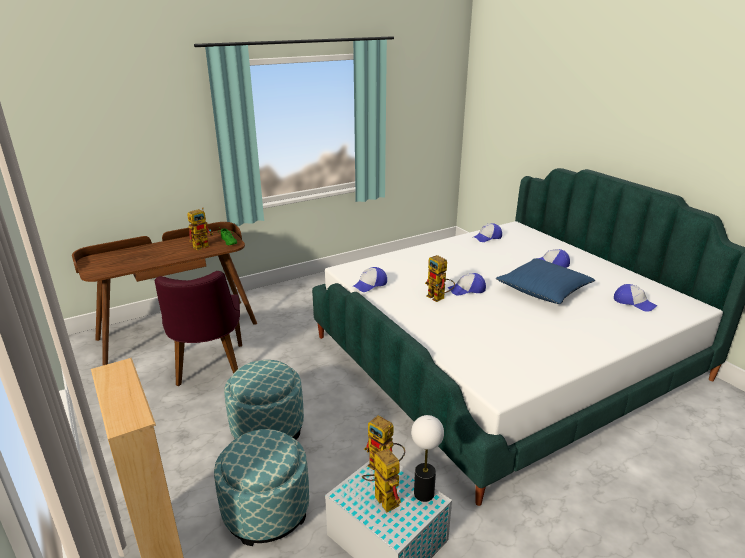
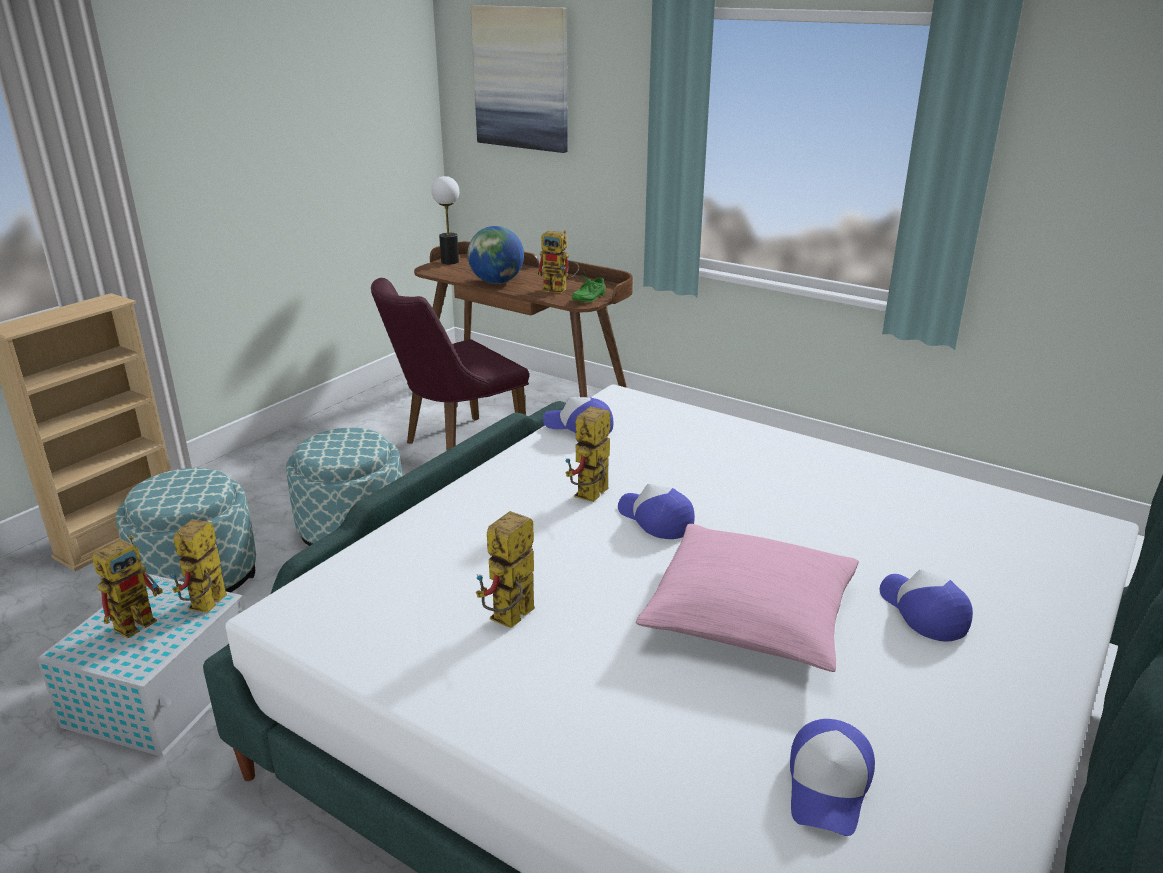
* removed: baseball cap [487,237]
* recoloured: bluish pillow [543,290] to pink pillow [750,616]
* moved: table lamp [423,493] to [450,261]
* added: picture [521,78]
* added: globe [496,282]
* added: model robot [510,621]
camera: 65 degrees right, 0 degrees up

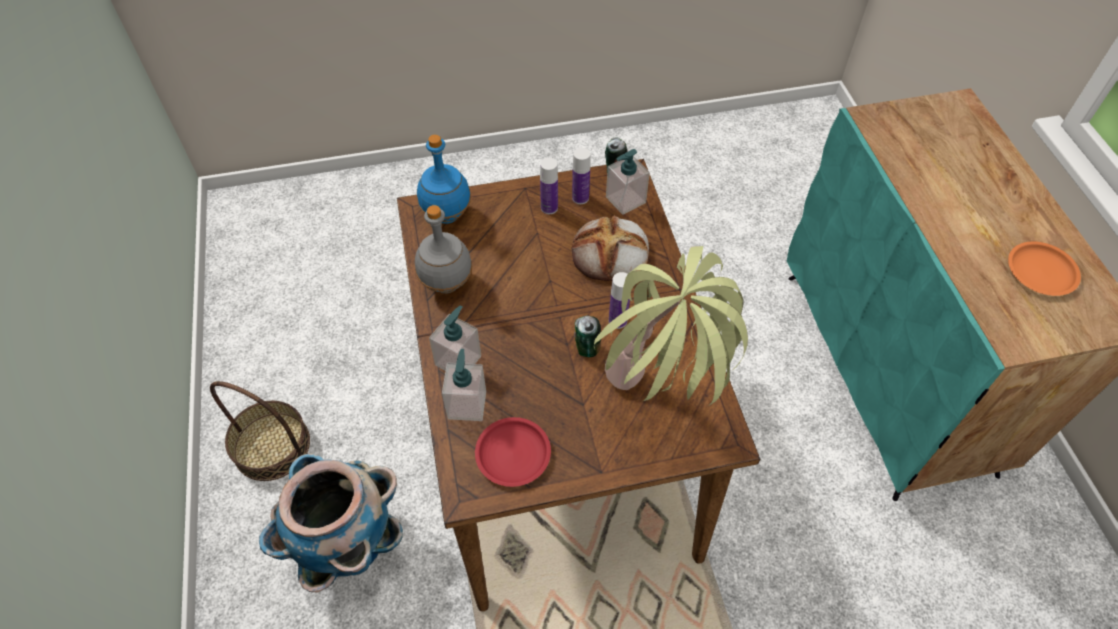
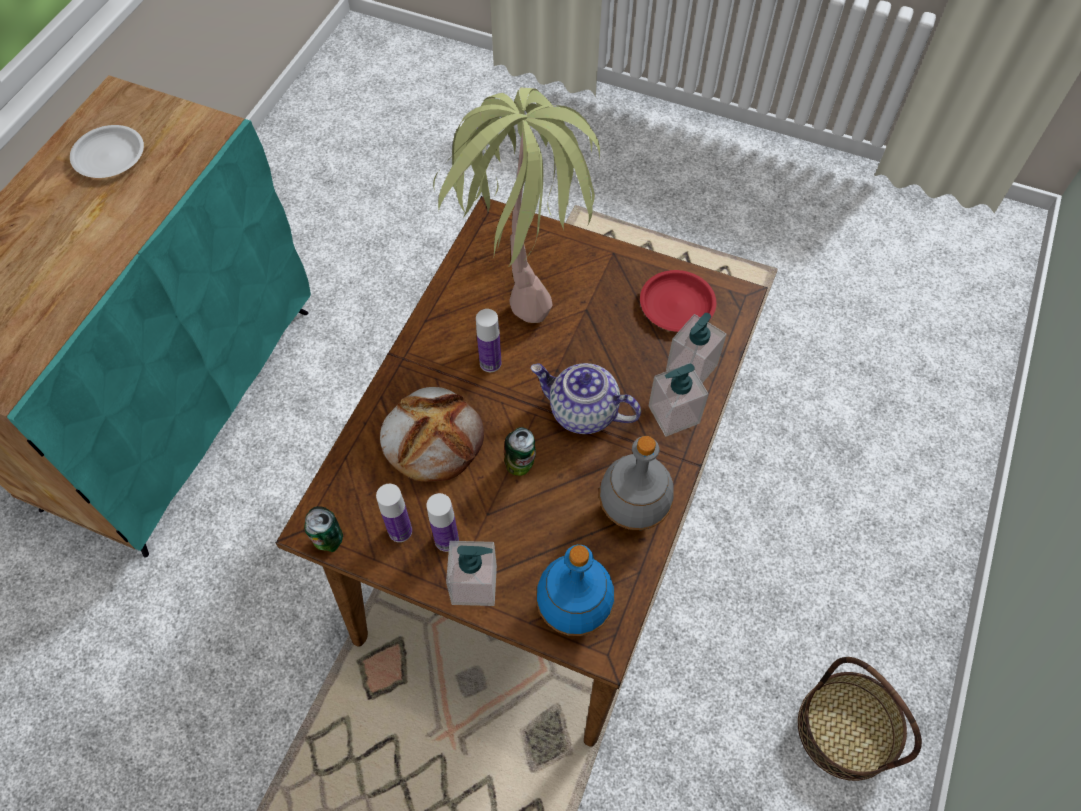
* moved: soap dispenser [625,200] to [474,585]
* recoloured: orange flat dish [1040,271] to white-coloured flat dish [109,156]
* moved: sealed can [586,349] to [521,465]
* removed: planter [349,546]
* added: tea pot [582,412]
camera: 145 degrees left, 5 degrees up

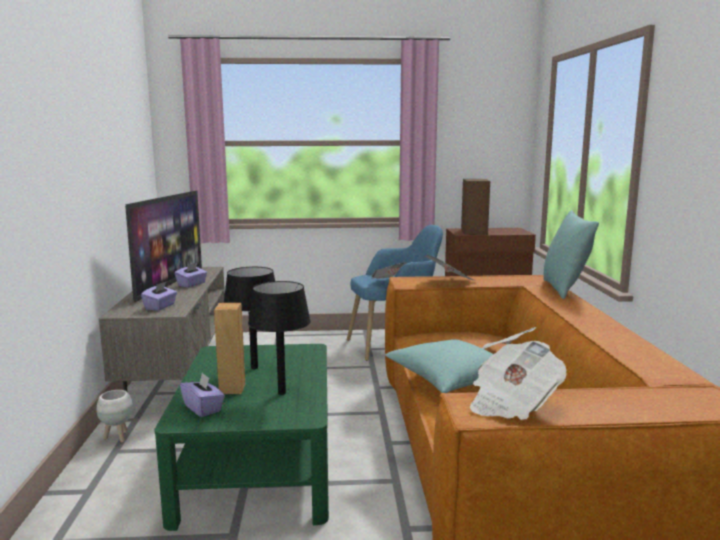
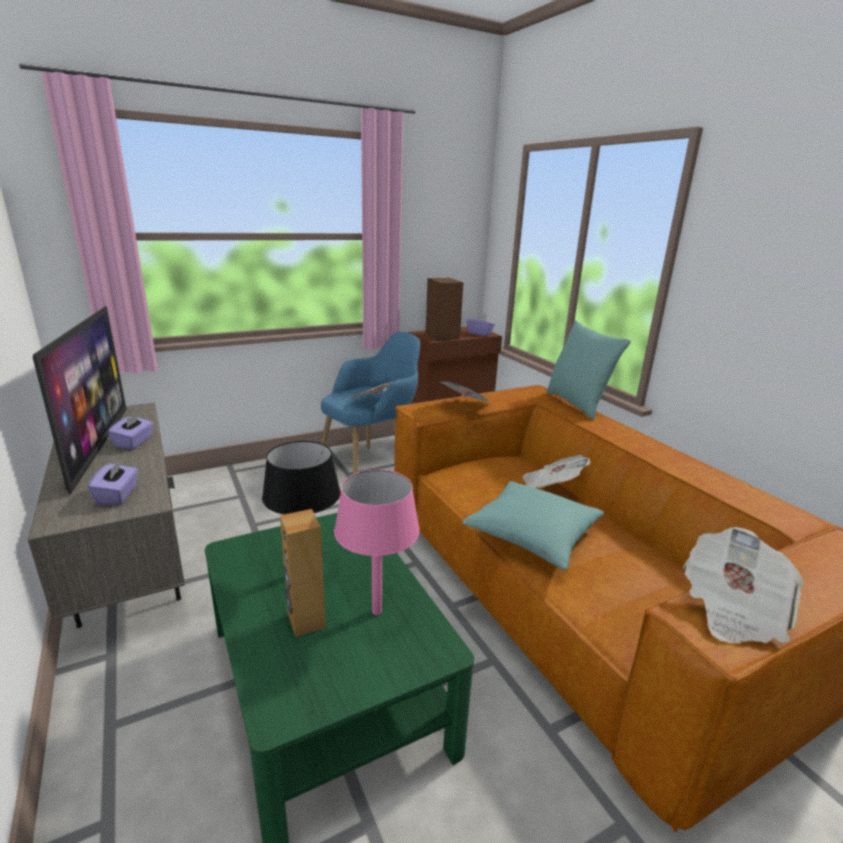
* recoloured: blackish table lamp [281,393] to pink table lamp [376,611]
* moved: purple-coloured box of tissues [203,408] to [479,333]
* removed: white-coloured planter [117,437]
camera: 25 degrees left, 10 degrees up

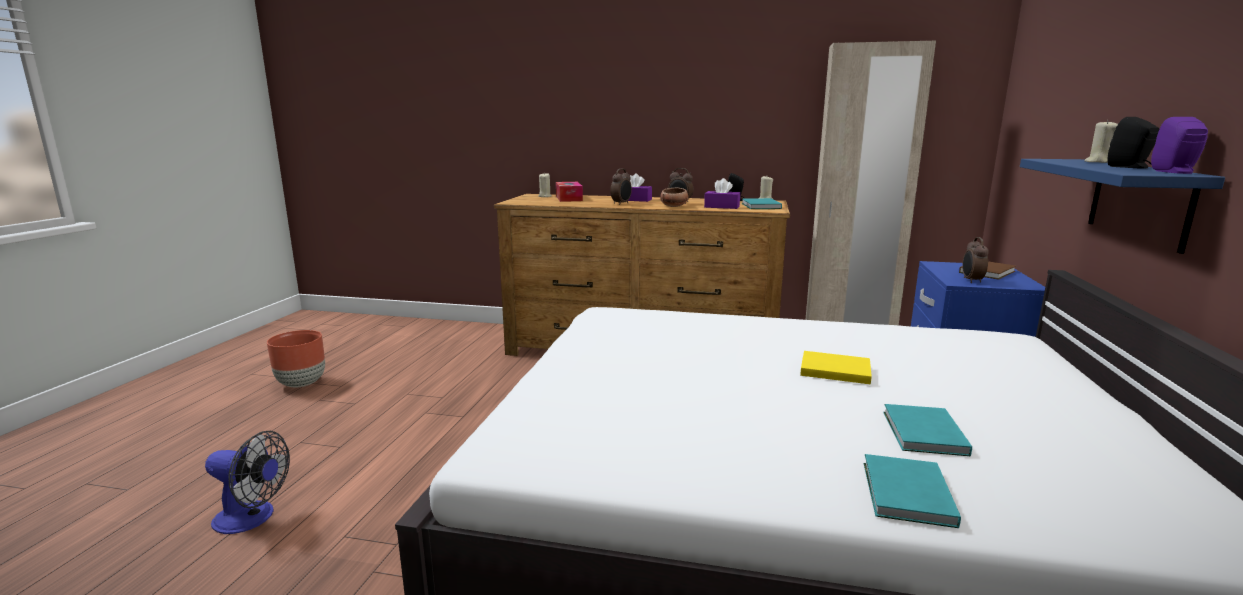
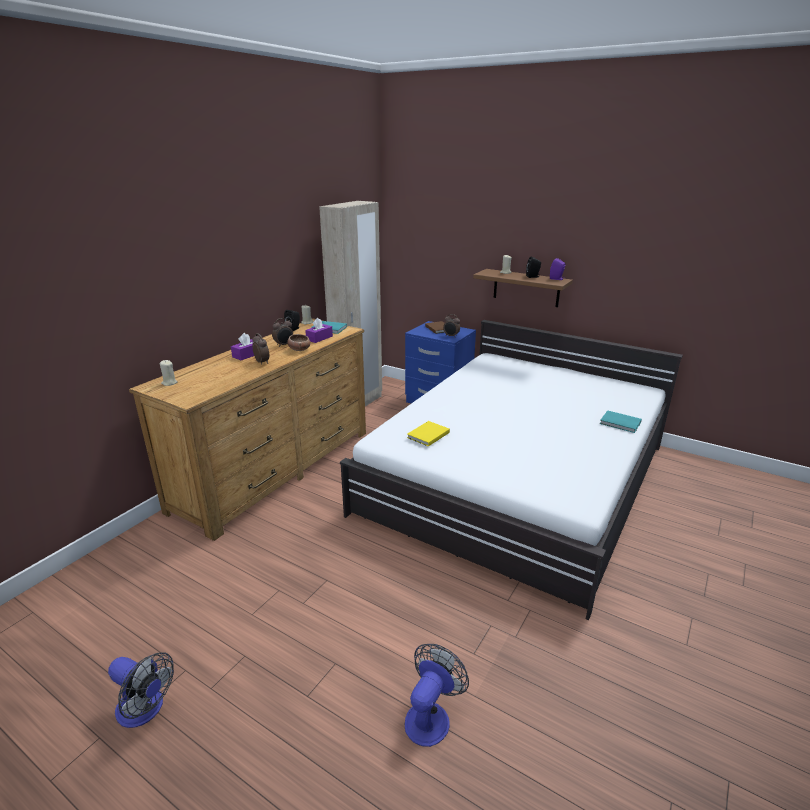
* recoloured: bluish bracket shelf [1139,202] to brown-coloured bracket shelf [526,288]
* removed: box of tissues [569,198]
* replaced: brown-coloured planter [302,383] to fan [145,710]
* moved: yellow-coloured book [833,370] to [427,435]
* removed: turquoise-coloured book [923,434]
camera: 70 degrees left, 10 degrees up

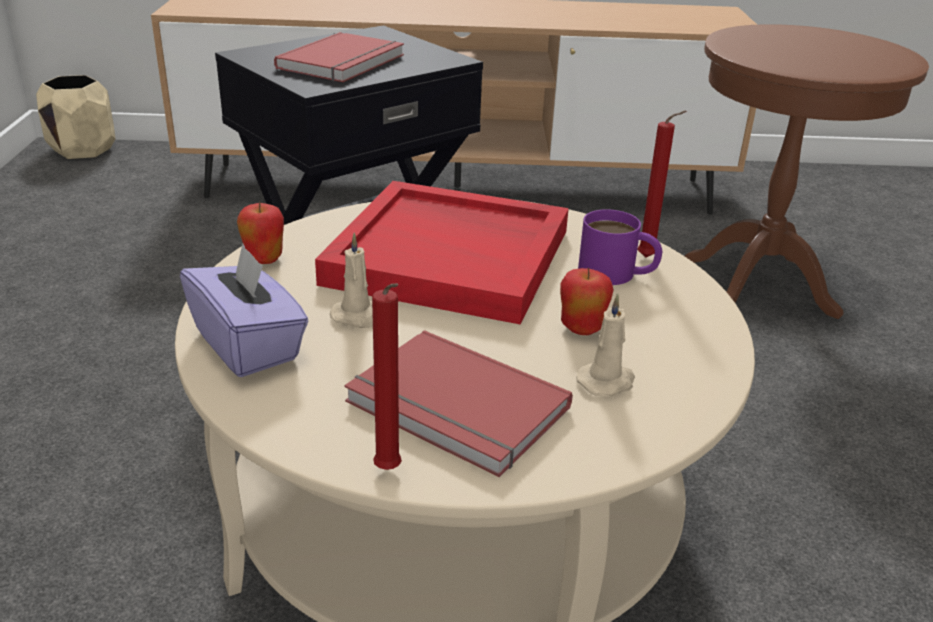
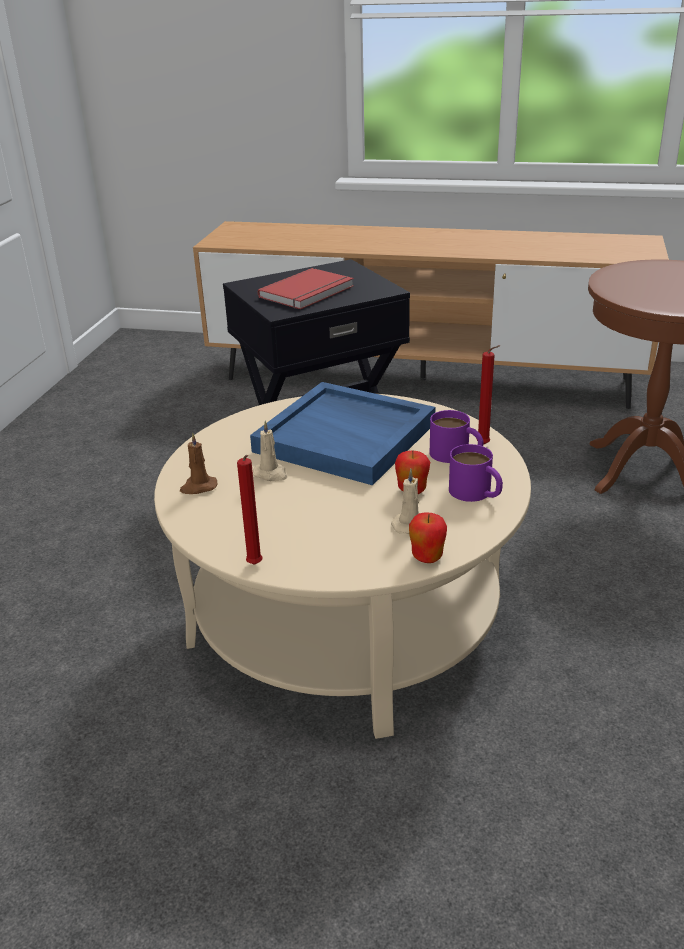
* removed: beige planter [82,150]
* recoloured: red tray [451,256] to bluish tray [347,437]
* moved: apple [264,259] to [427,557]
* replaced: purple-coloured box of tissues [248,345] to brown-coloured wax light [198,487]
* removed: red book [455,408]
* added: purple-coloured coffee mug [476,493]
camera: 15 degrees right, 0 degrees up

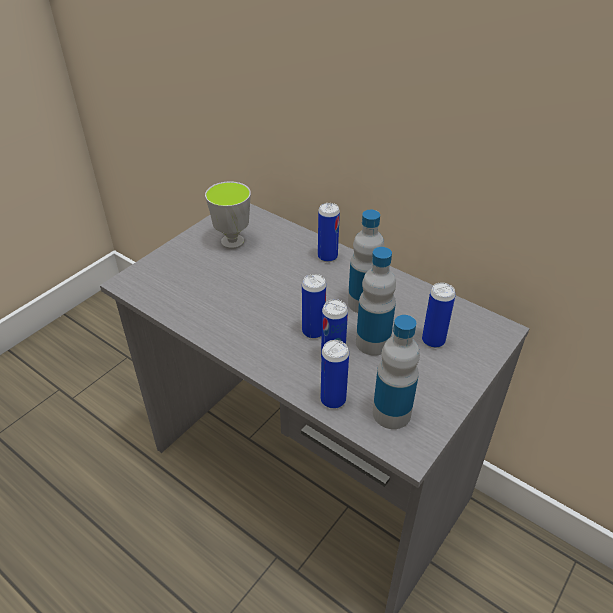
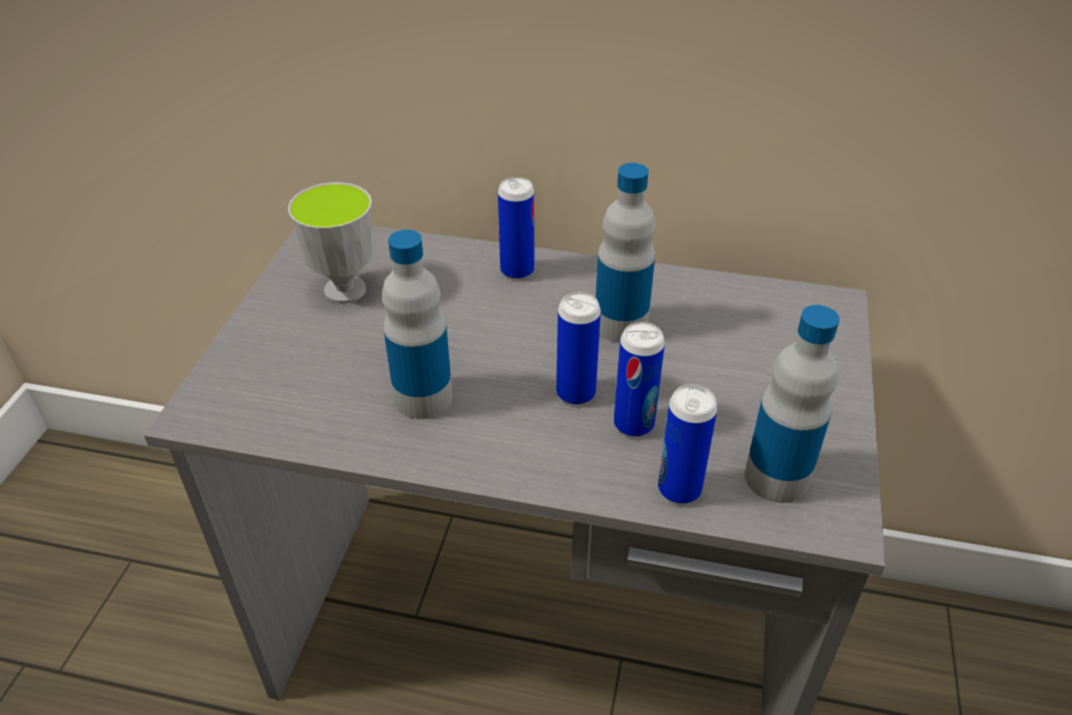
* moved: beverage bottle [373,342] to [423,398]
* removed: sealed can [433,340]
camera: 25 degrees left, 0 degrees up

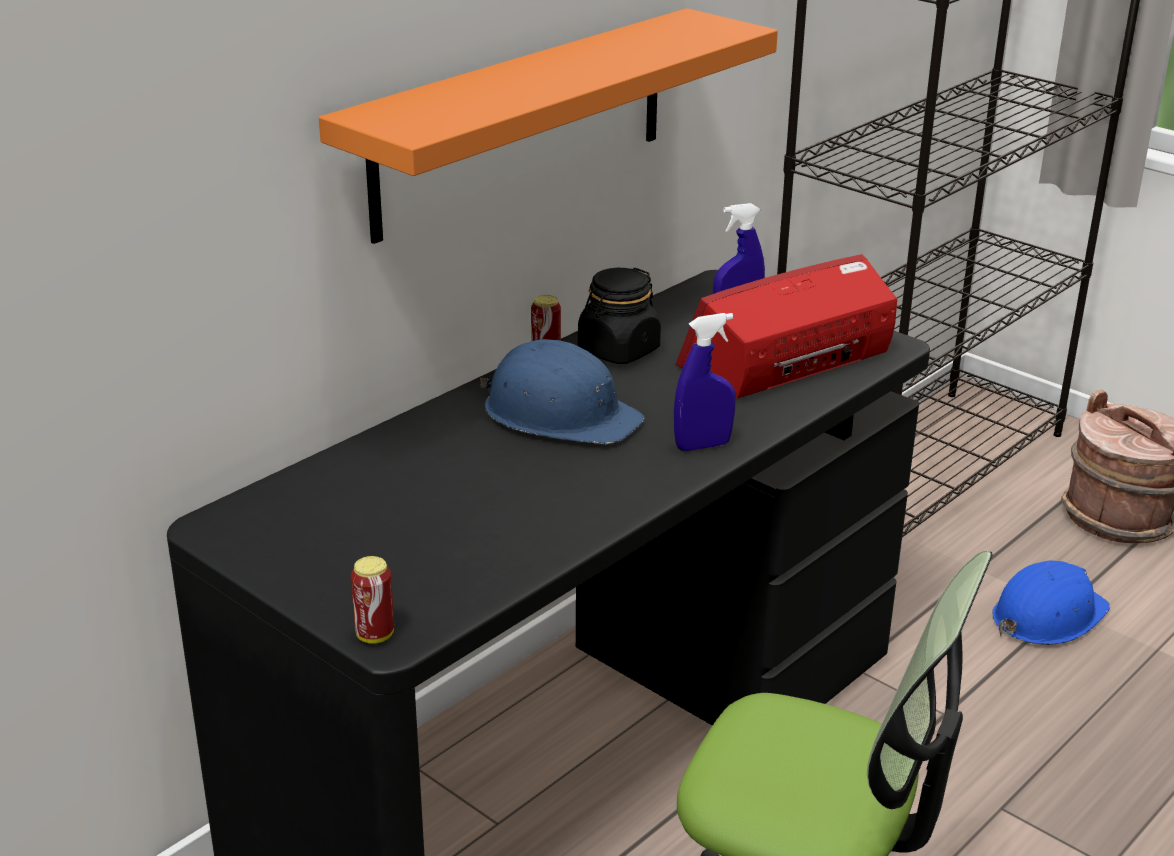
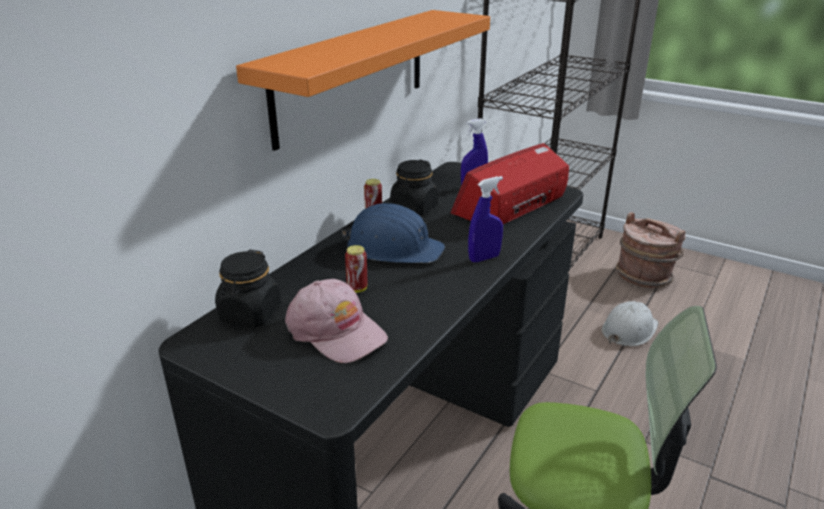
* moved: sealed can [375,635] to [357,289]
* recoloured: bluish work helmet [1047,615] to white-coloured work helmet [629,330]
* added: blackish storage jar [250,314]
* added: pink baseball cap [336,331]
camera: 10 degrees left, 0 degrees up

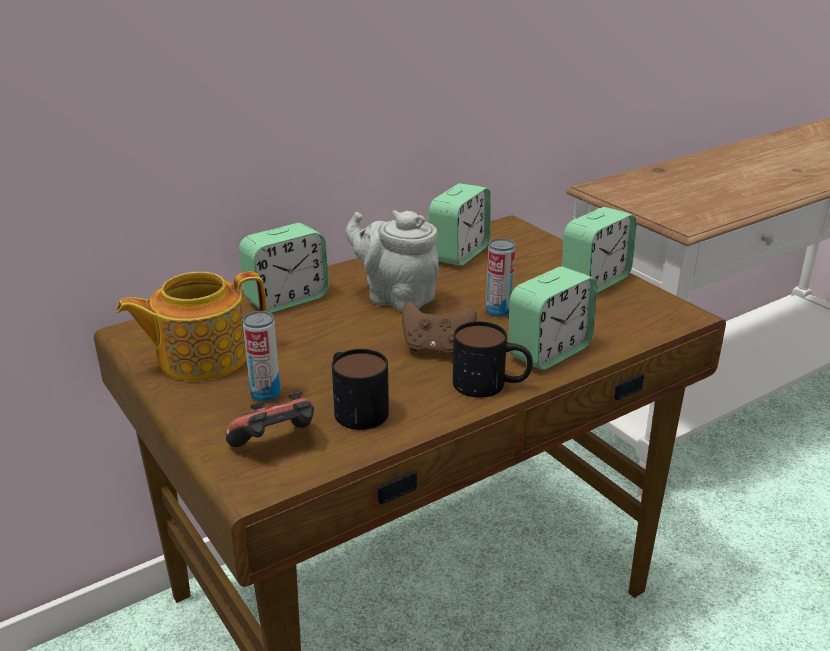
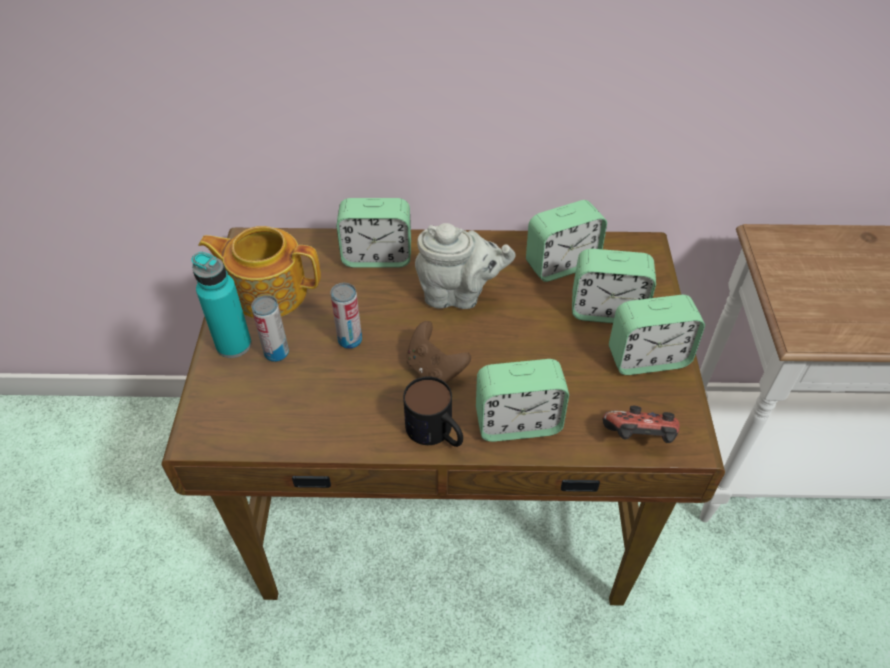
* turned: gray tea pot [396,297] = [458,295] 120 degrees clockwise
* moved: sealed can [498,311] to [350,340]
* removed: coffee mug [355,407]
* moved: gamepad [276,444] to [639,439]
* added: bedside clock [607,310]
* added: turquoise-coloured beverage bottle [233,344]
camera: 35 degrees right, 20 degrees up

